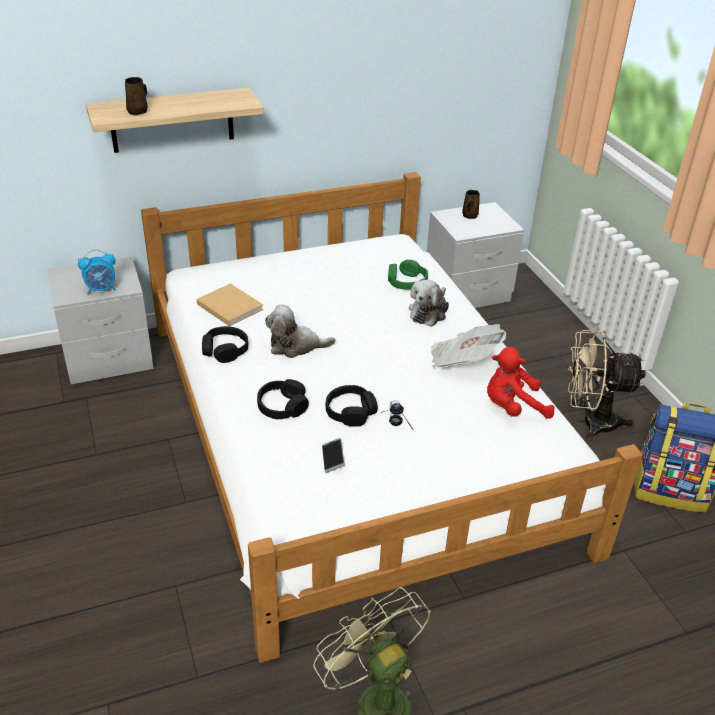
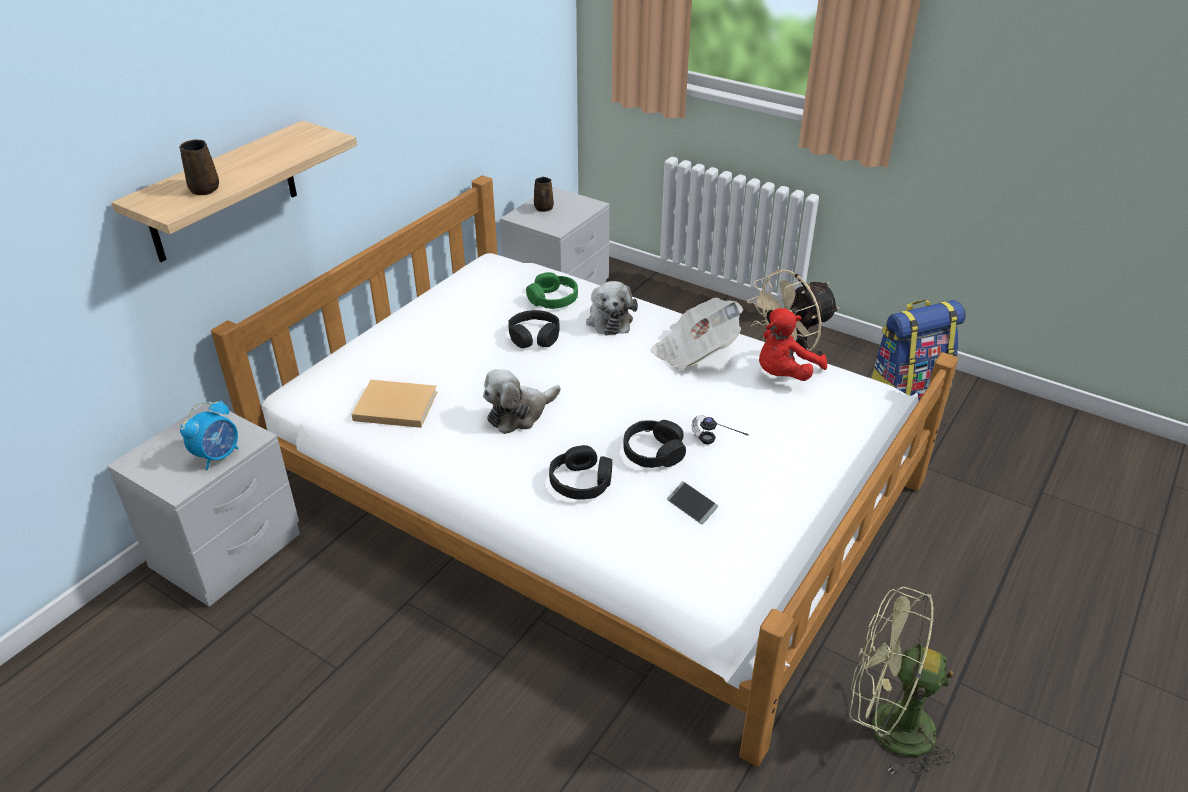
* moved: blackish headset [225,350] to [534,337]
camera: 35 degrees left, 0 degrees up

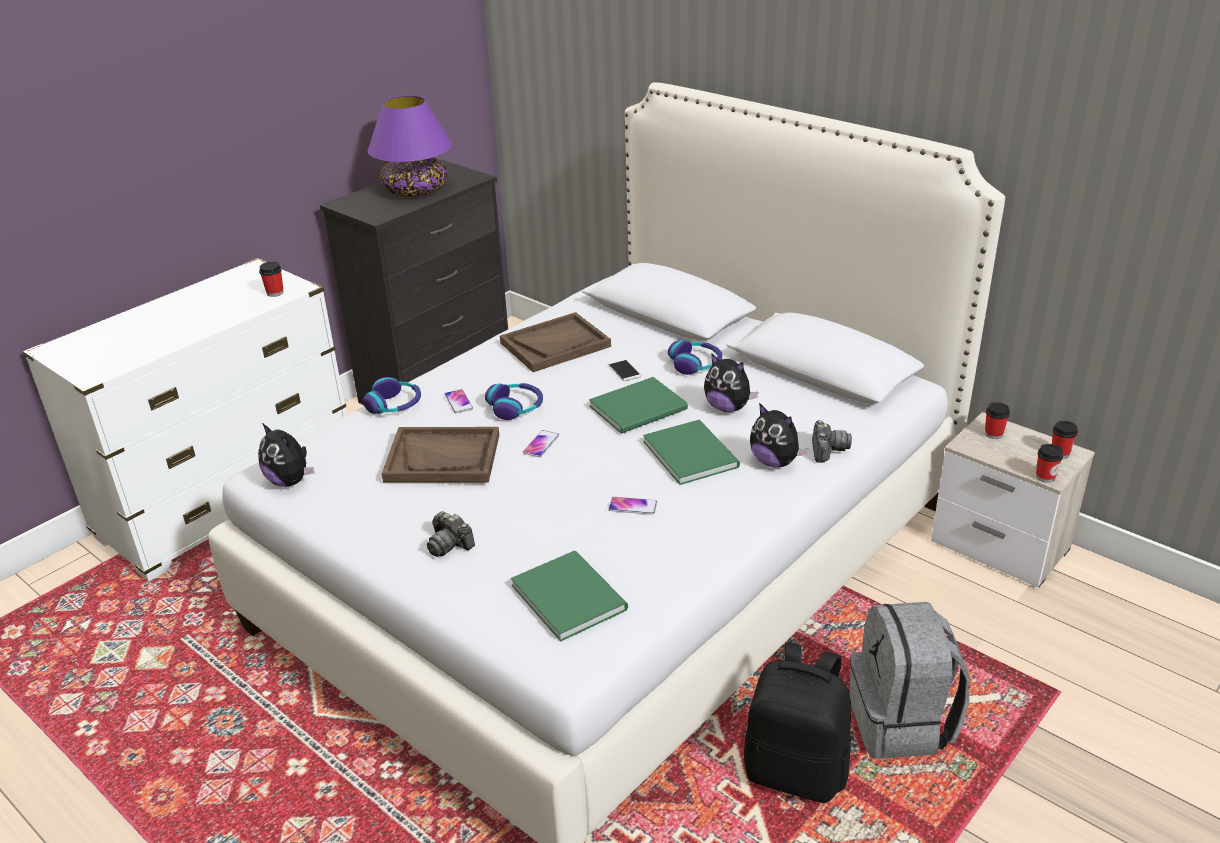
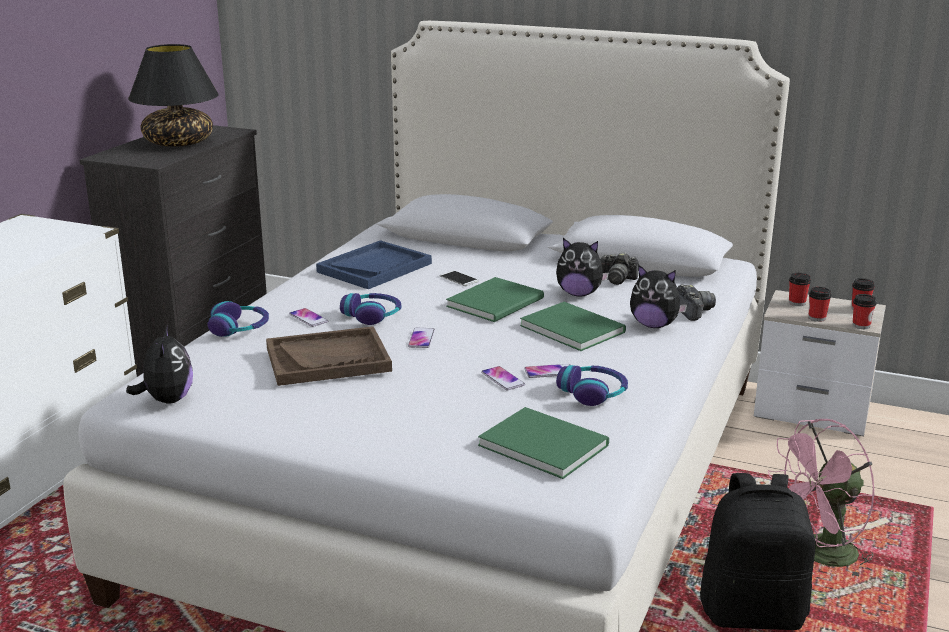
* recoloured: purple-coloured table lamp [415,190] to blackish table lamp [178,143]
* moved: cup [275,293] to [817,318]
* recoloured: brown-coloured tray [555,344] to bluish tray [374,267]
* moved: headset [696,364] to [593,393]
* turned: soft toy [290,481] = [167,400] 120 degrees counterclockwise
* moved: photo camera [449,545] to [617,279]
* replaced: gray backpack [901,724] to pink fan [820,557]
* added: phone [503,379]
camera: 20 degrees left, 10 degrees down

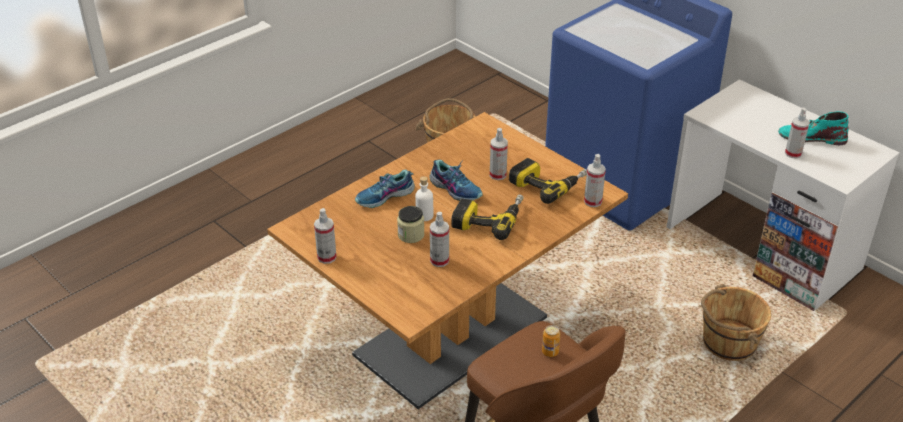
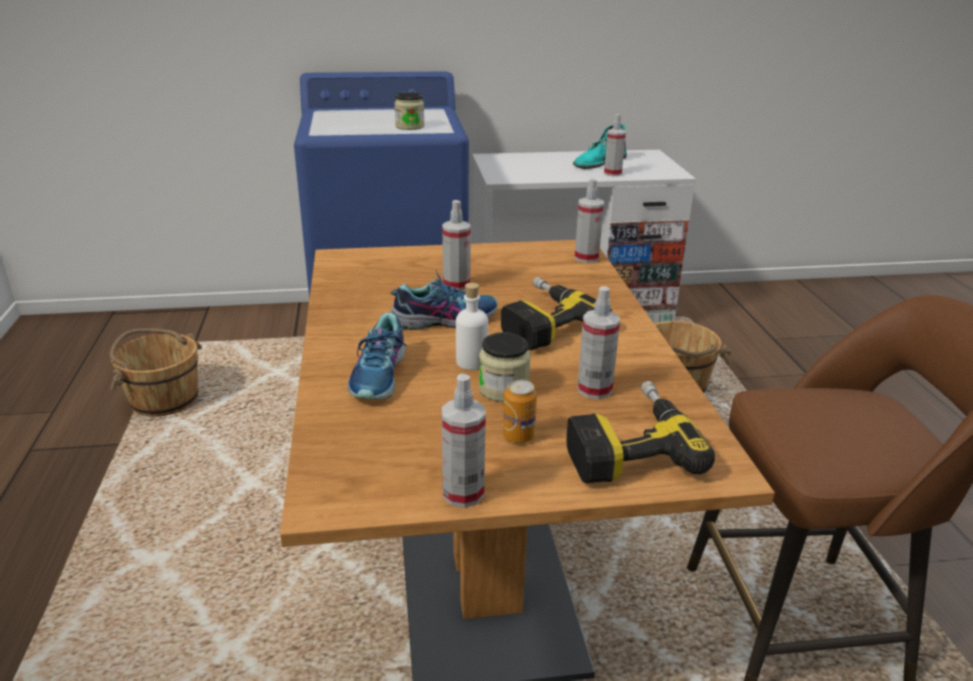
* moved: power drill [548,184] to [626,444]
* moved: sealed can [550,352] to [518,436]
* added: storage jar [409,126]
camera: 55 degrees left, 10 degrees down

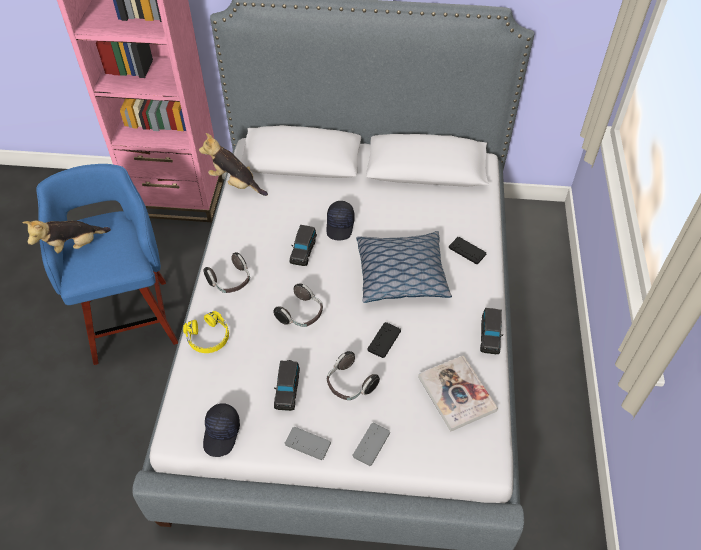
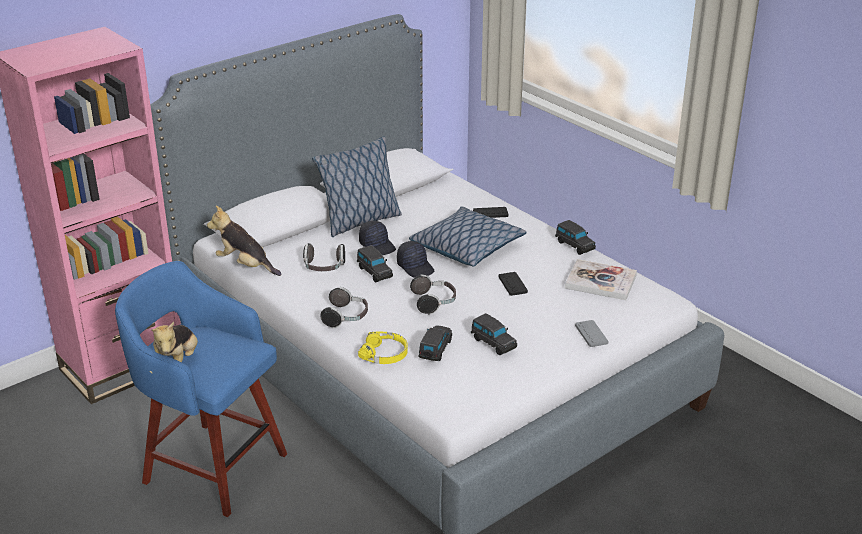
* turned: soft toy [235,183] = [245,265] 45 degrees clockwise
* moved: headset [349,384] to [324,268]
* moved: blackish baseball cap [222,433] to [416,267]
* removed: gray gamepad [307,443]
* added: pillow [360,222]
* added: blackish model car [435,350]
camera: 45 degrees left, 20 degrees down

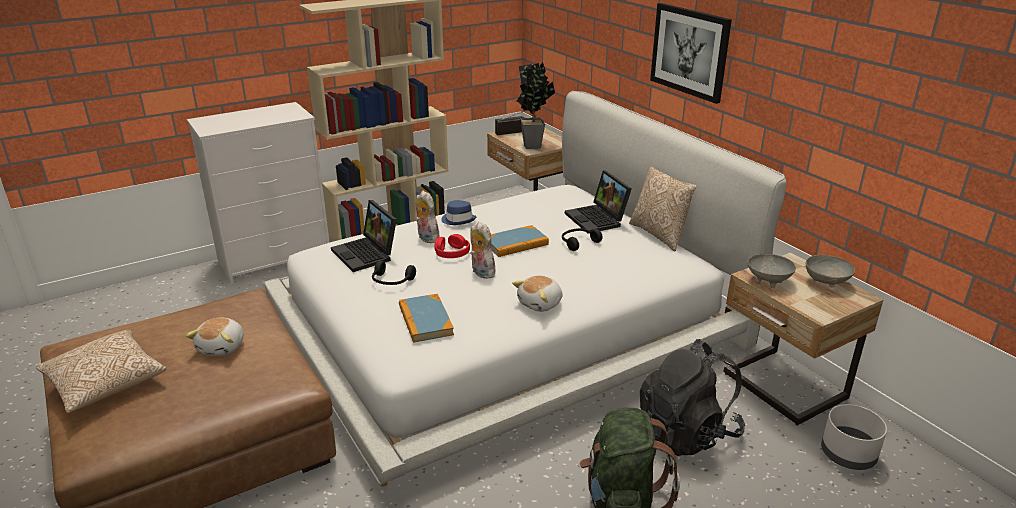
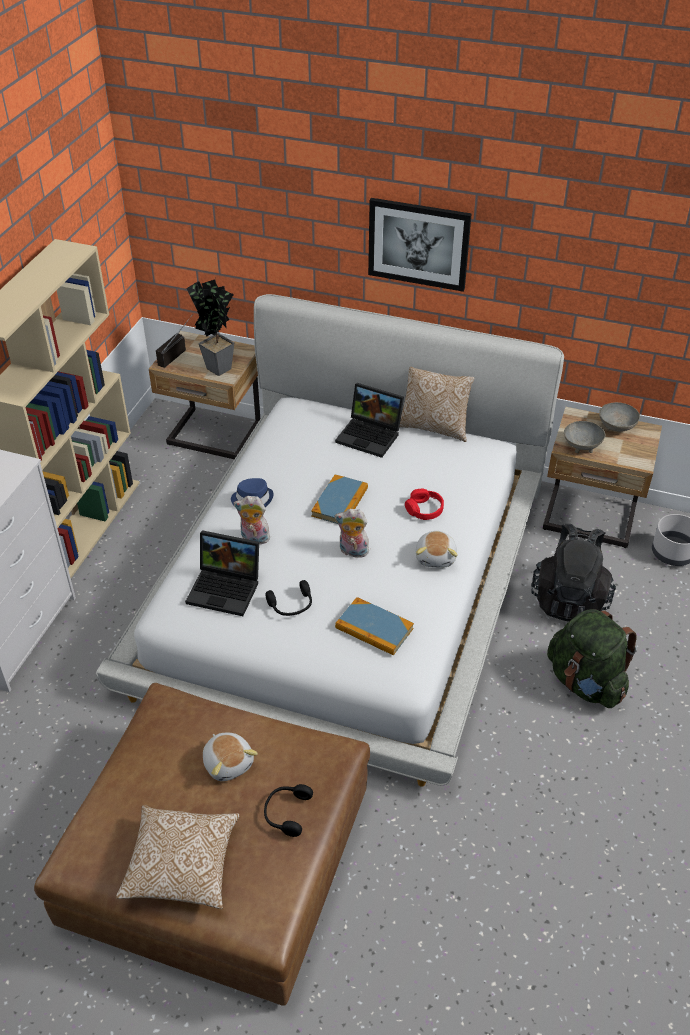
* moved: blackish headset [578,242] to [286,812]
* moved: red headset [452,253] to [424,509]
camera: 40 degrees left, 15 degrees up

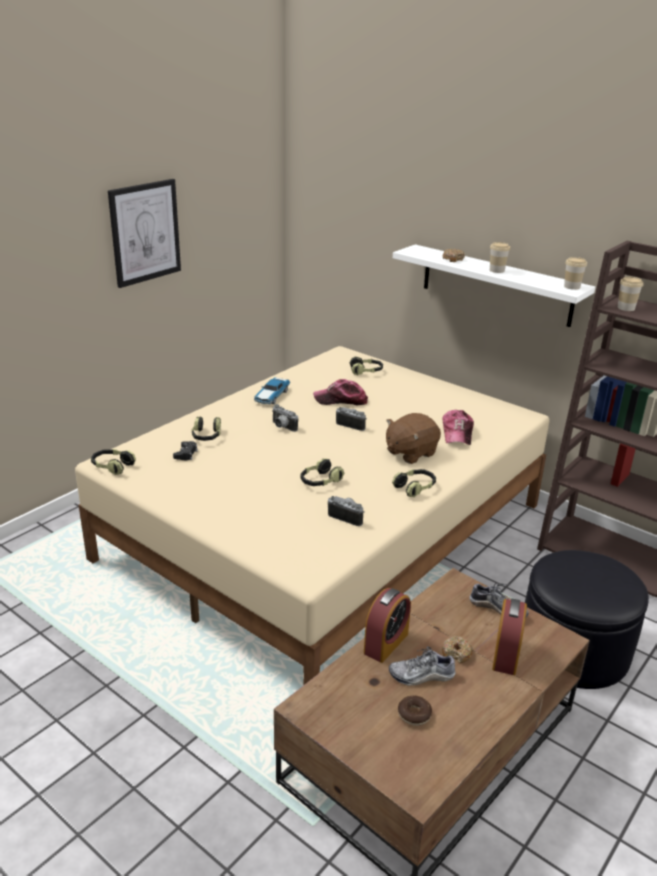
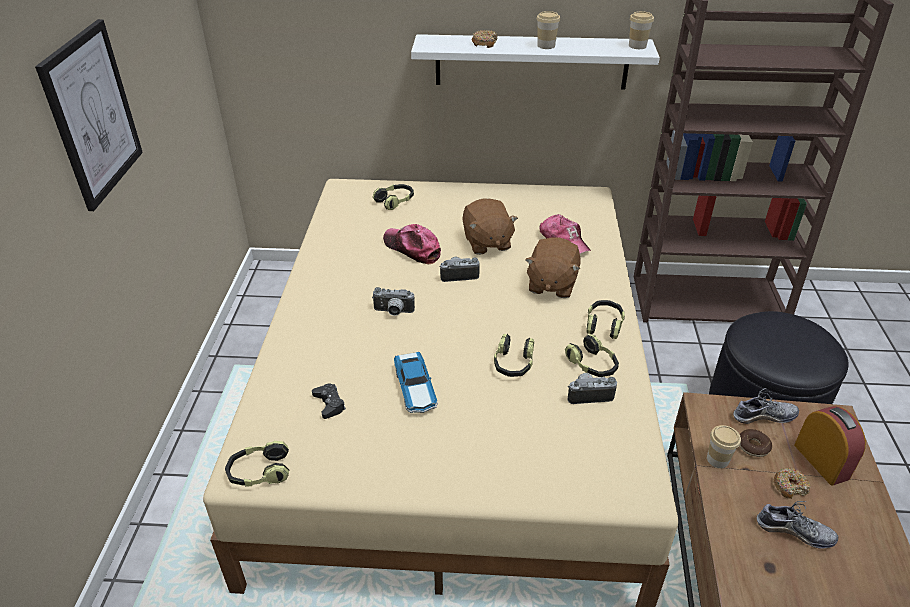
* moved: cup [626,308] to [717,459]
* moved: model car [271,396] to [415,389]
* turned: baseball cap [341,400] = [412,249] 75 degrees clockwise
* moved: headset [206,436] to [592,365]
* removed: bedside clock [386,643]
* turned: low shoe [421,675] = [794,531] 120 degrees counterclockwise
* moved: doughnut [414,714] to [753,446]
* added: brown-coloured soft toy [486,242]
camera: 35 degrees left, 10 degrees up

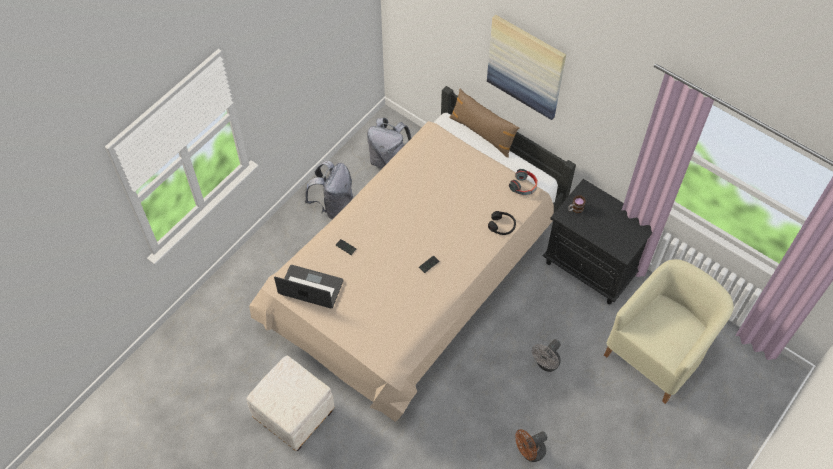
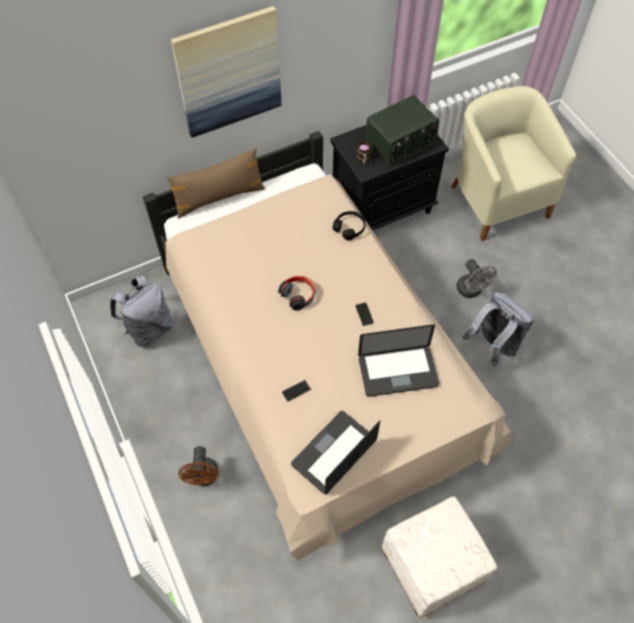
* moved: gray backpack [333,205] to [492,346]
* moved: headset [524,186] to [299,295]
* moved: brown-coloured fan [529,452] to [204,477]
* added: radio receiver [400,142]
* added: portable computer [398,372]
camera: 65 degrees left, 0 degrees up

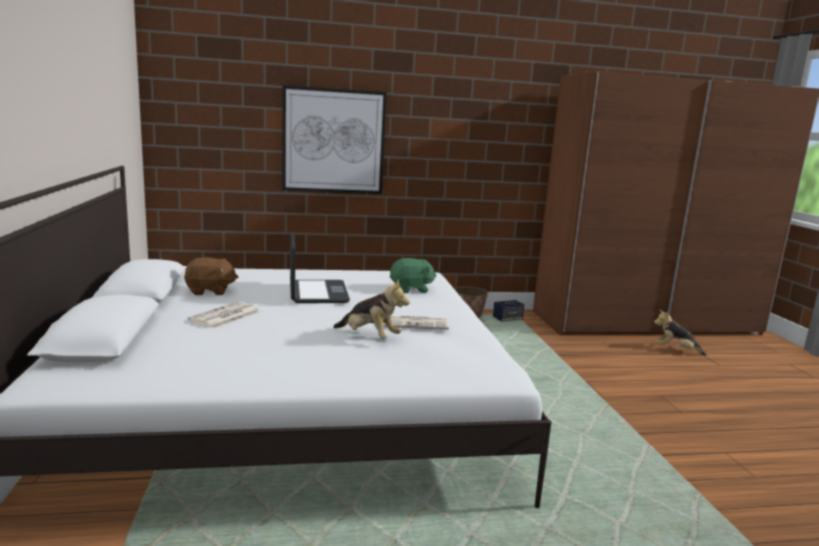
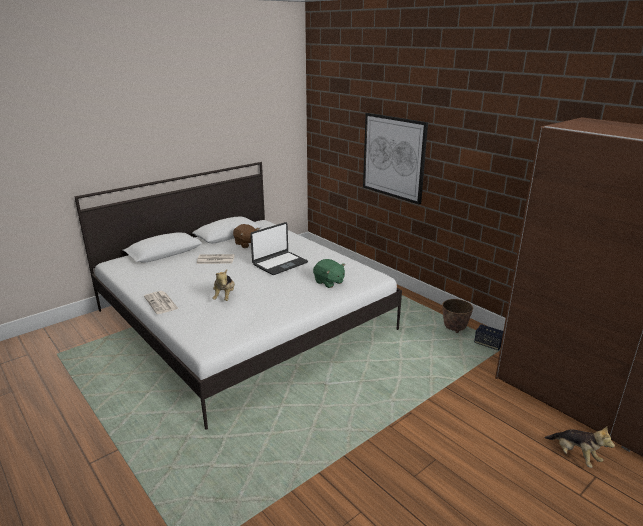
* turned: soft toy [675,350] = [575,455] 150 degrees clockwise
* moved: daily paper [415,323] to [161,303]
camera: 60 degrees right, 10 degrees up

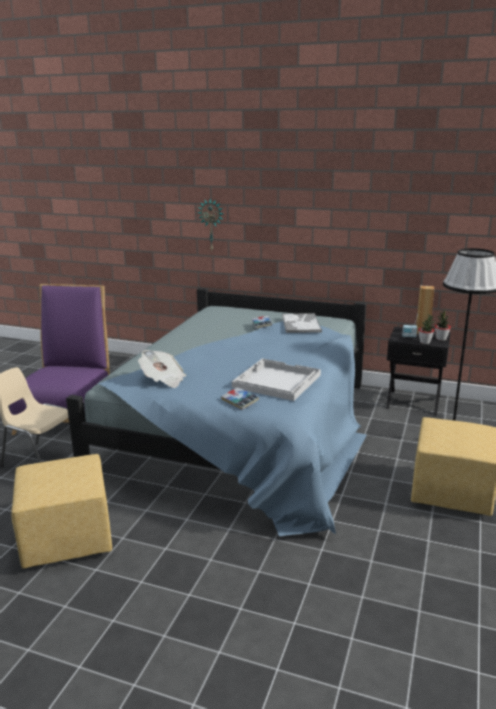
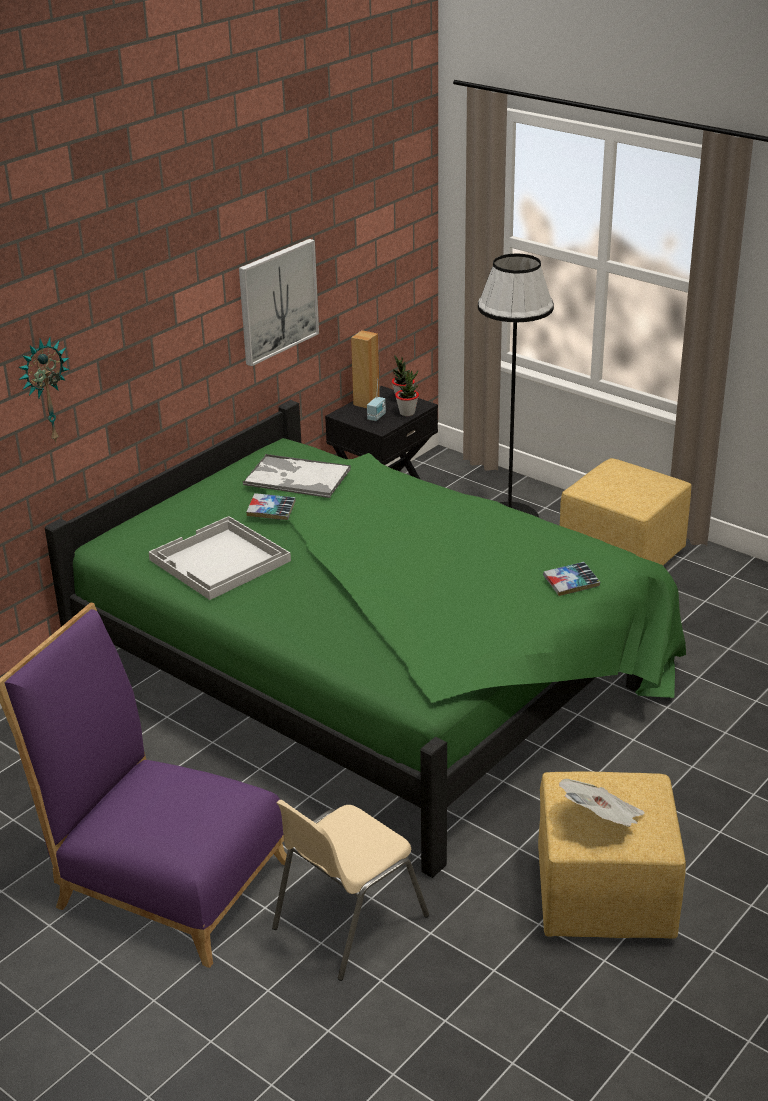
* recoloured: bluish bedroom bed [245,431] to green bedroom bed [375,675]
* moved: daily paper [163,380] to [602,820]
* moved: white-coloured tray [276,381] to [219,561]
* added: picture [277,301]
camera: 70 degrees left, 10 degrees up

